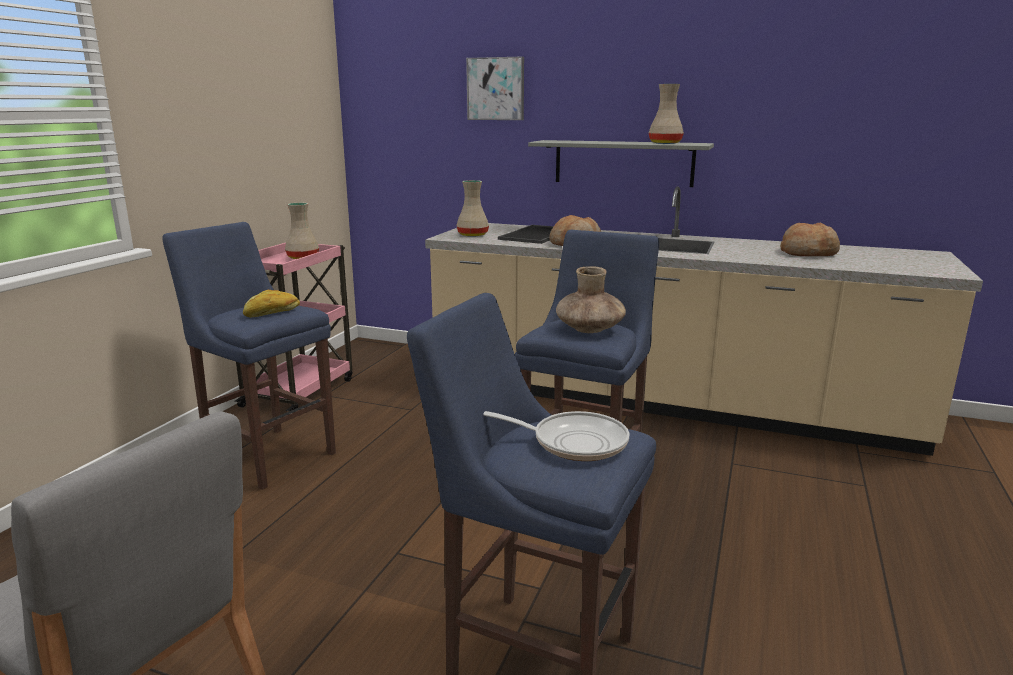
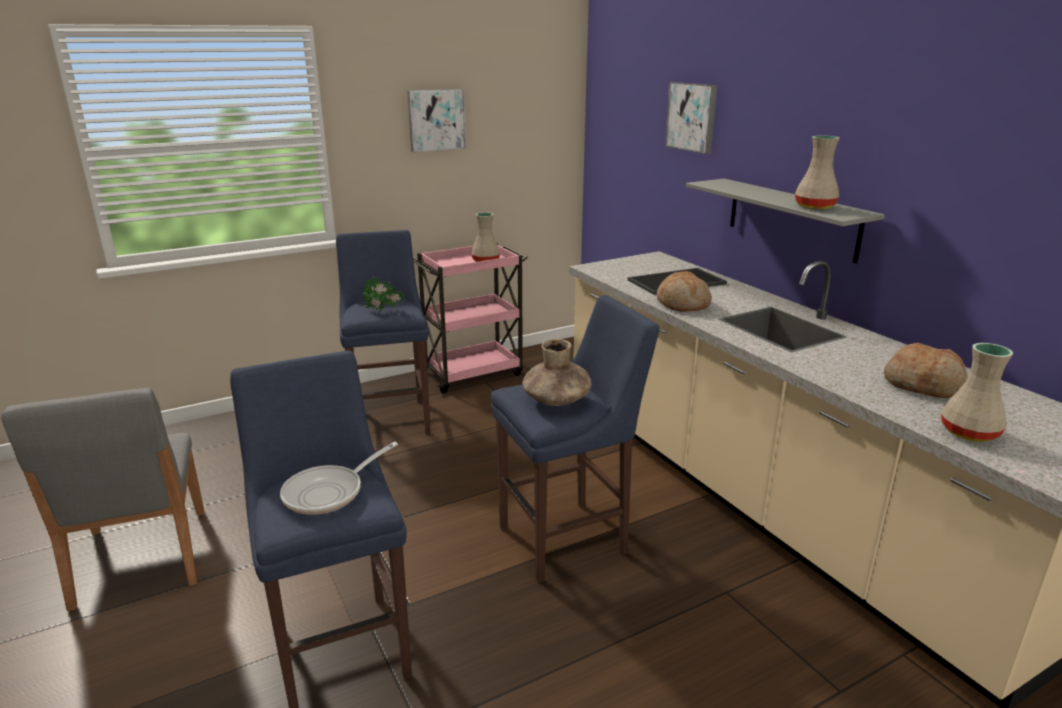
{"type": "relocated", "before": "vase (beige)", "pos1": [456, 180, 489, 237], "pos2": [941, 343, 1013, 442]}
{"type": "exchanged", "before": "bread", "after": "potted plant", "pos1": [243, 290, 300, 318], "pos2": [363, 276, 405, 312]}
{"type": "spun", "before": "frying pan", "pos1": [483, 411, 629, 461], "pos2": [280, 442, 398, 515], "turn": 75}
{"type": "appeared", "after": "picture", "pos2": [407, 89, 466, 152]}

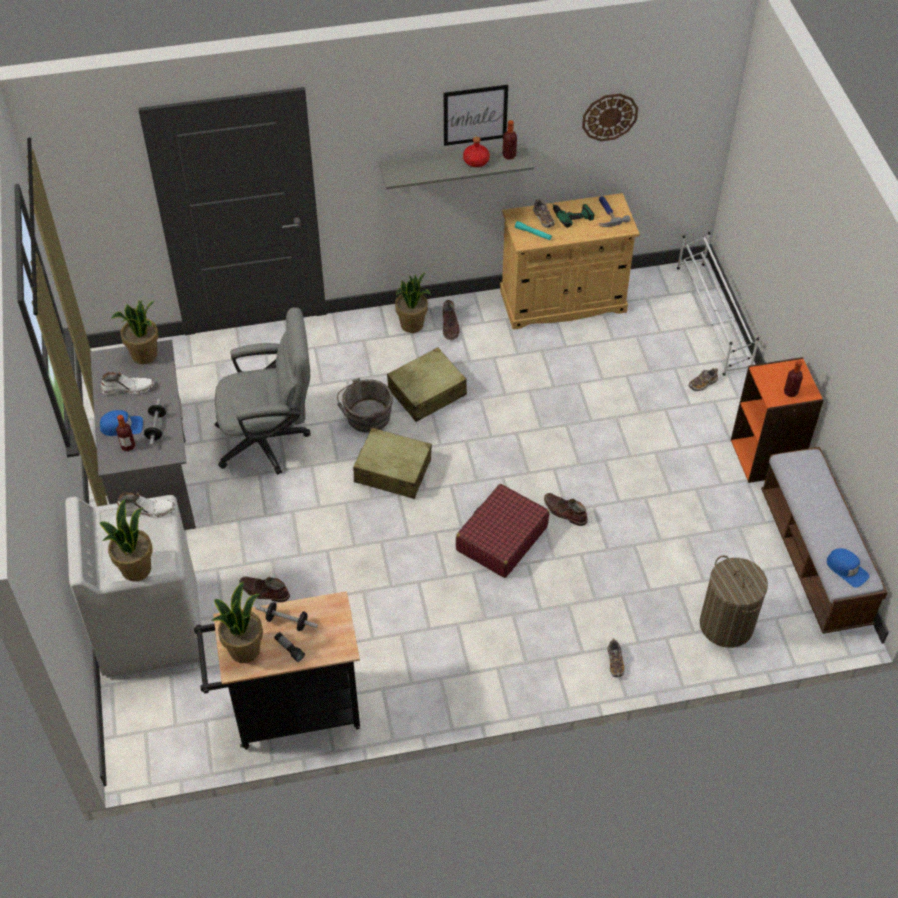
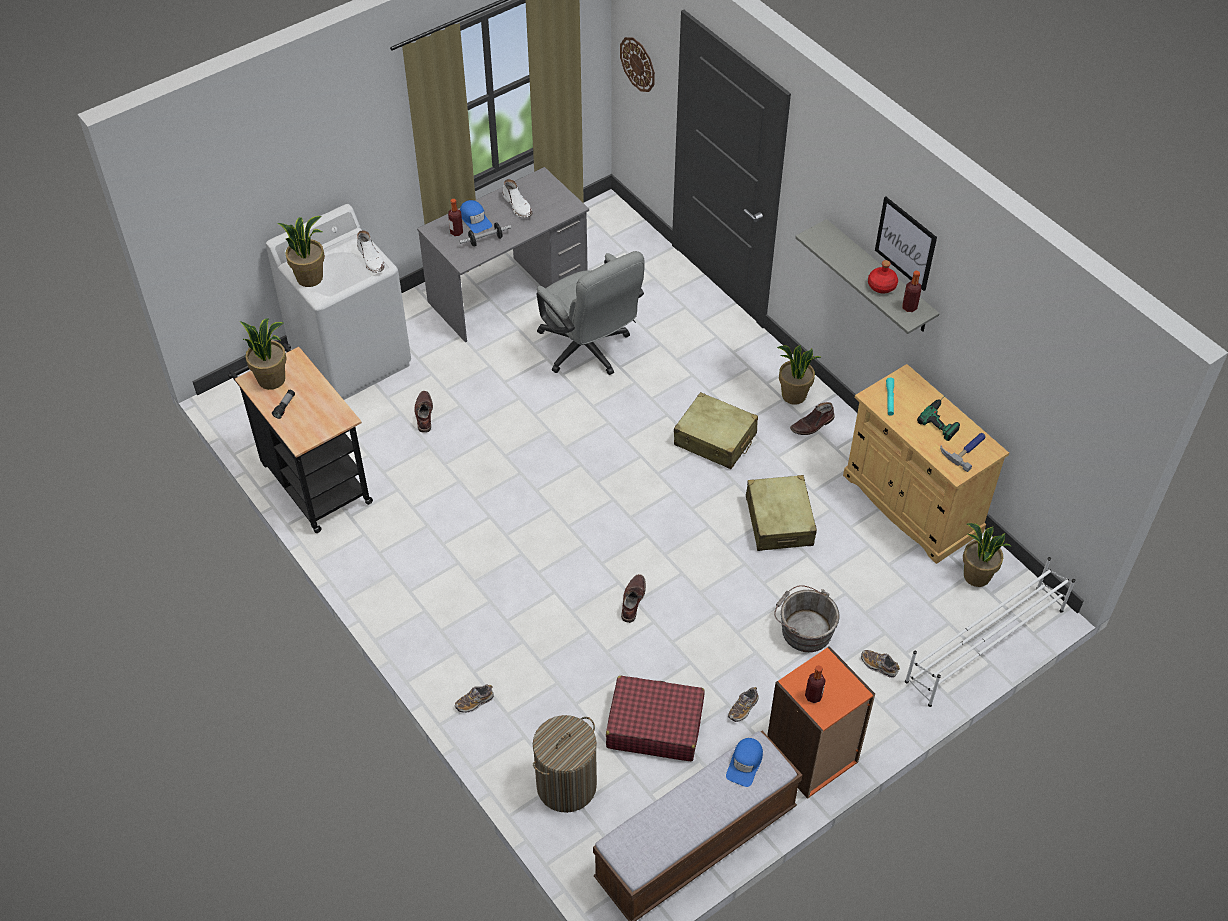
{"type": "relocated", "before": "wall clock", "pos1": [582, 94, 638, 141], "pos2": [620, 37, 655, 92]}
{"type": "relocated", "before": "shoe", "pos1": [533, 199, 555, 228], "pos2": [728, 687, 759, 722]}
{"type": "relocated", "before": "potted plant", "pos1": [111, 300, 159, 364], "pos2": [963, 523, 1012, 587]}
{"type": "relocated", "before": "bucket (grey)", "pos1": [337, 378, 393, 433], "pos2": [774, 585, 839, 652]}
{"type": "relocated", "before": "suitcase (beige)", "pos1": [353, 428, 432, 499], "pos2": [746, 475, 817, 551]}
{"type": "relocated", "before": "suitcase (red)", "pos1": [456, 484, 549, 578], "pos2": [606, 676, 705, 761]}
{"type": "relocated", "before": "cap (blue)", "pos1": [827, 548, 869, 588], "pos2": [726, 738, 763, 787]}
{"type": "missing", "before": "dumbbell", "pos1": [256, 602, 318, 631]}

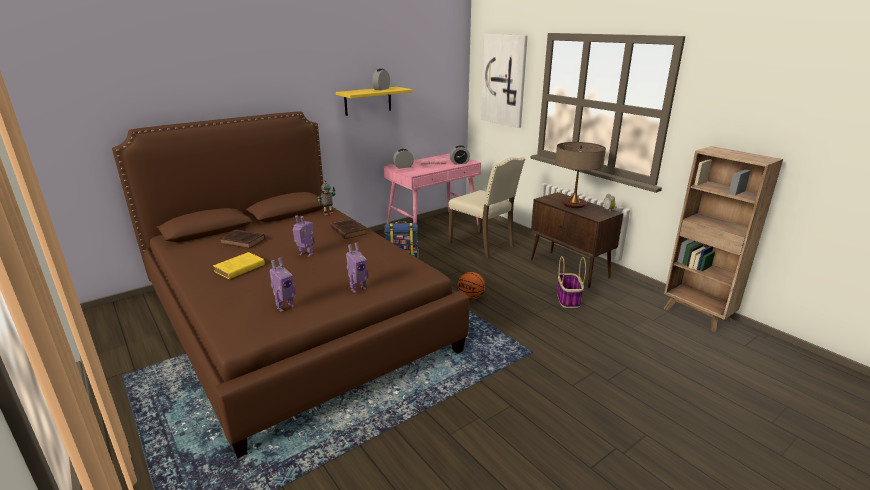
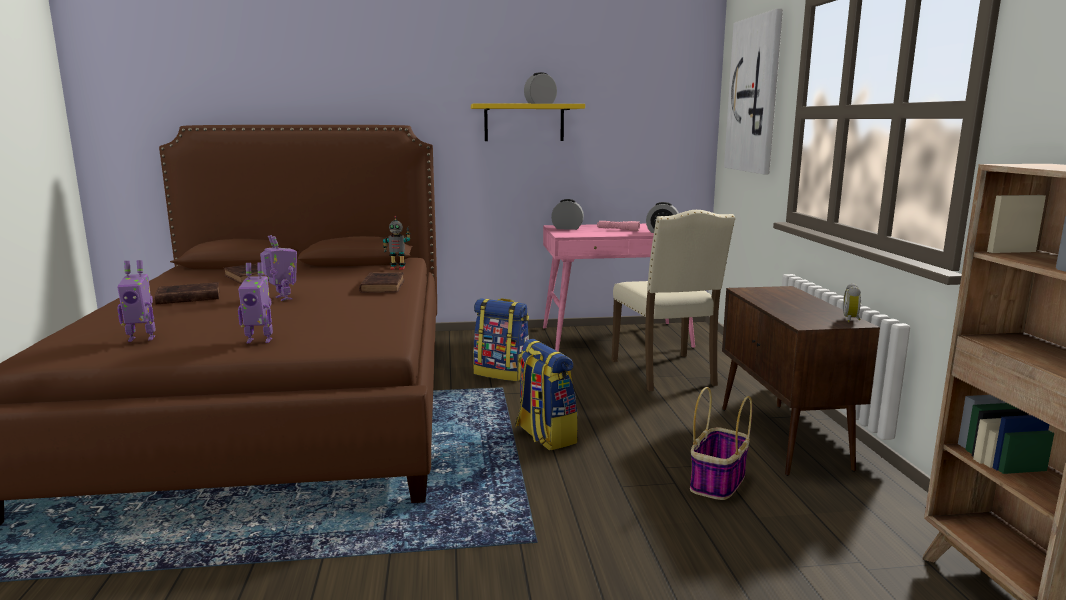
{"type": "missing", "before": "table lamp", "pos1": [555, 142, 606, 208]}
{"type": "colour", "before": "book (yellow)", "after": "book (brown)", "pos1": [213, 252, 265, 279], "pos2": [155, 282, 220, 304]}
{"type": "exchanged", "before": "basketball", "after": "backpack", "pos1": [458, 272, 485, 300], "pos2": [515, 339, 578, 450]}

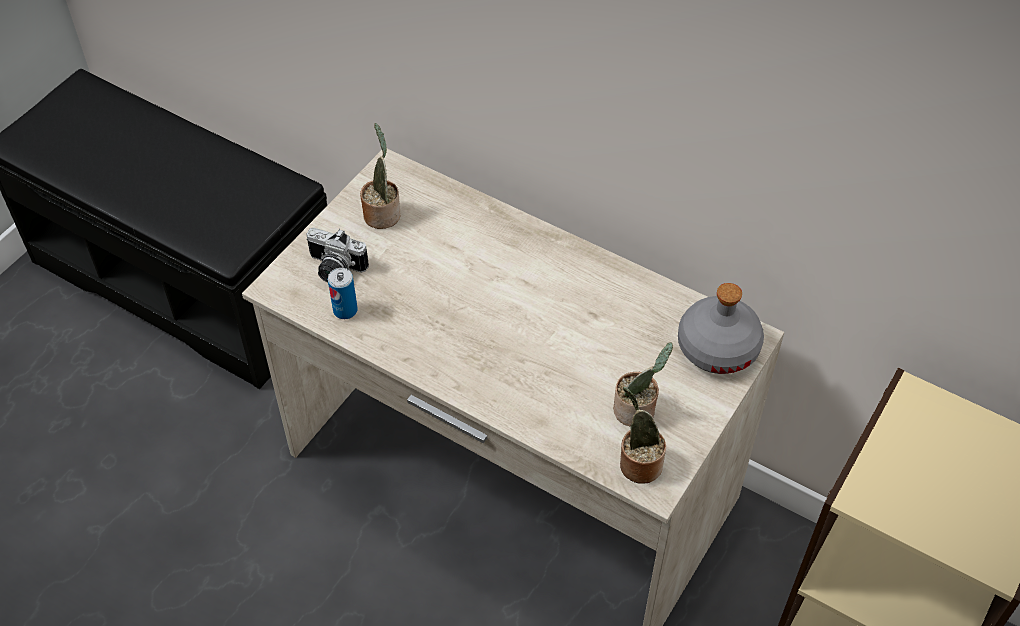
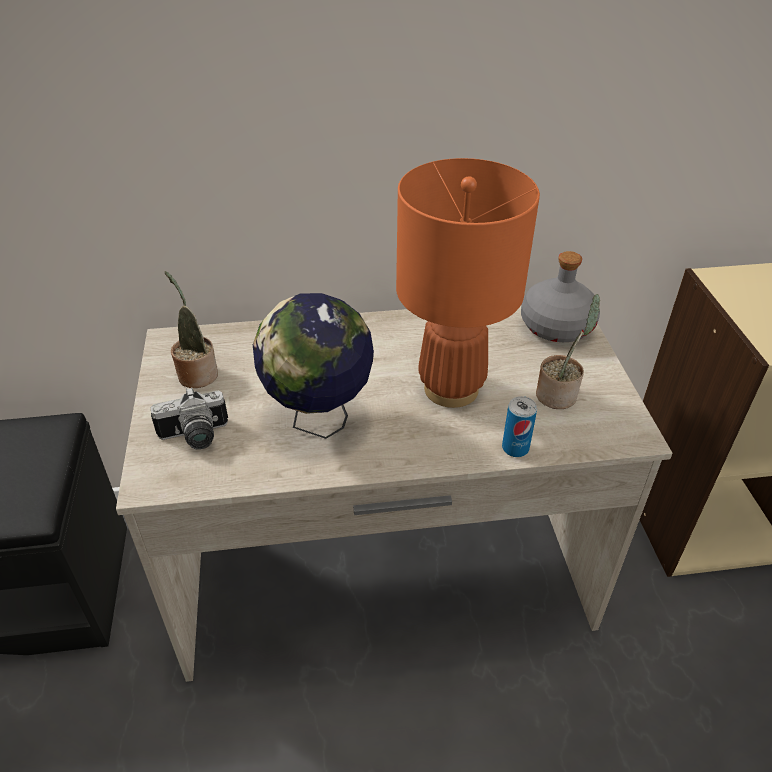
{"type": "relocated", "before": "can", "pos1": [328, 268, 358, 319], "pos2": [502, 396, 537, 457]}
{"type": "missing", "before": "potted plant", "pos1": [620, 387, 666, 484]}
{"type": "appeared", "after": "table lamp (orange)", "pos2": [396, 158, 540, 408]}
{"type": "appeared", "after": "globe", "pos2": [253, 293, 374, 439]}

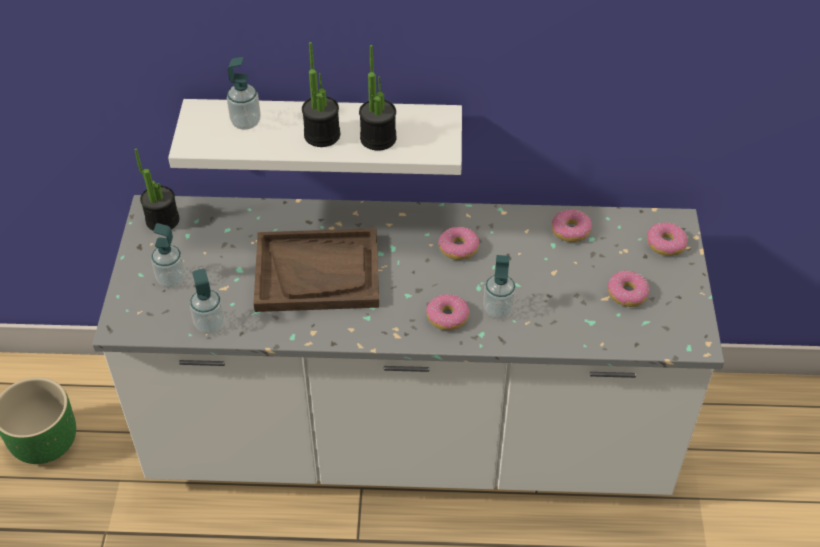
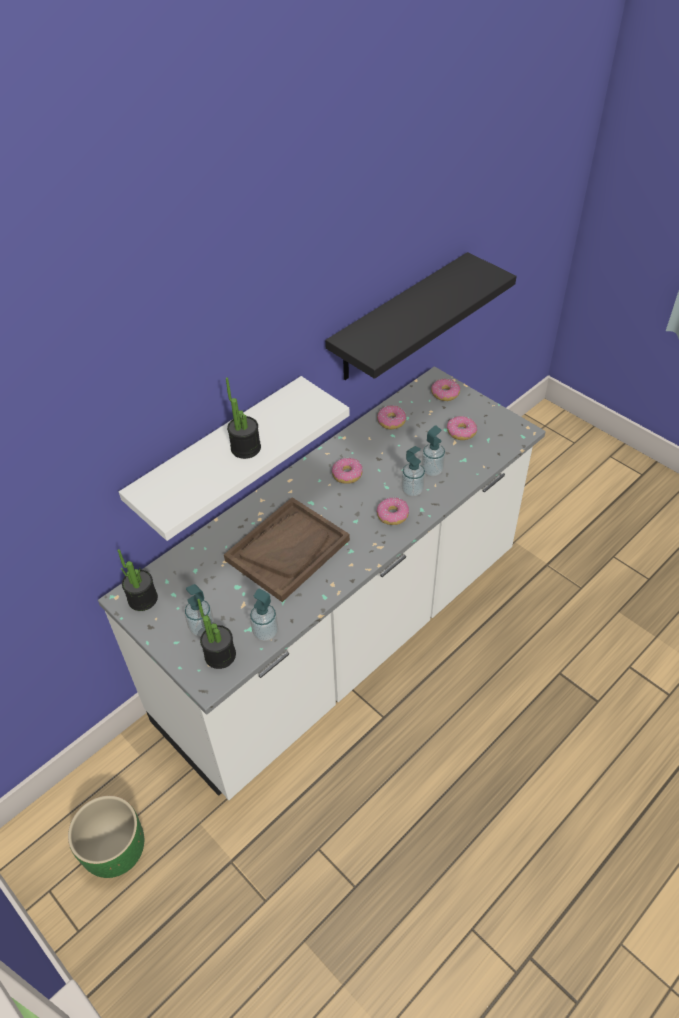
{"type": "relocated", "before": "potted plant", "pos1": [359, 45, 397, 151], "pos2": [197, 599, 236, 669]}
{"type": "relocated", "before": "soap dispenser", "pos1": [227, 57, 261, 130], "pos2": [421, 425, 445, 477]}
{"type": "appeared", "after": "shelf (black)", "pos2": [325, 252, 517, 380]}

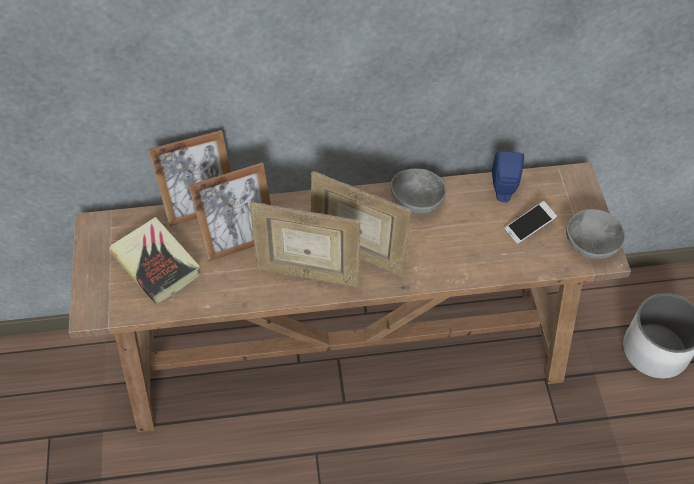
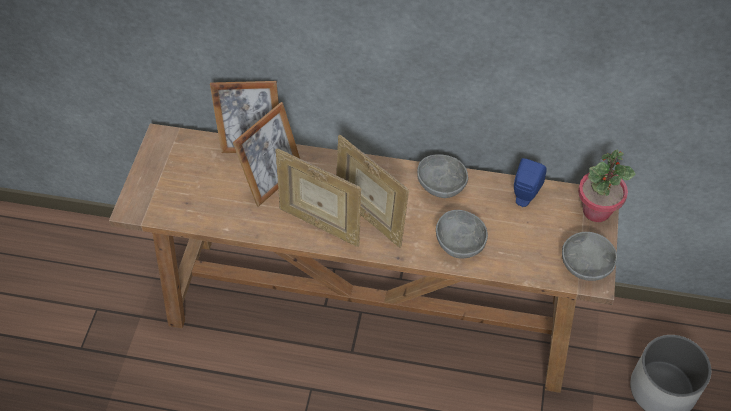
{"type": "spun", "before": "picture frame", "pos1": [189, 162, 271, 261], "pos2": [233, 102, 300, 207], "turn": -45}
{"type": "missing", "before": "phone", "pos1": [504, 201, 557, 244]}
{"type": "missing", "before": "book", "pos1": [109, 217, 200, 305]}
{"type": "appeared", "after": "potted plant", "pos2": [578, 149, 635, 222]}
{"type": "appeared", "after": "bowl (grey)", "pos2": [436, 210, 488, 259]}

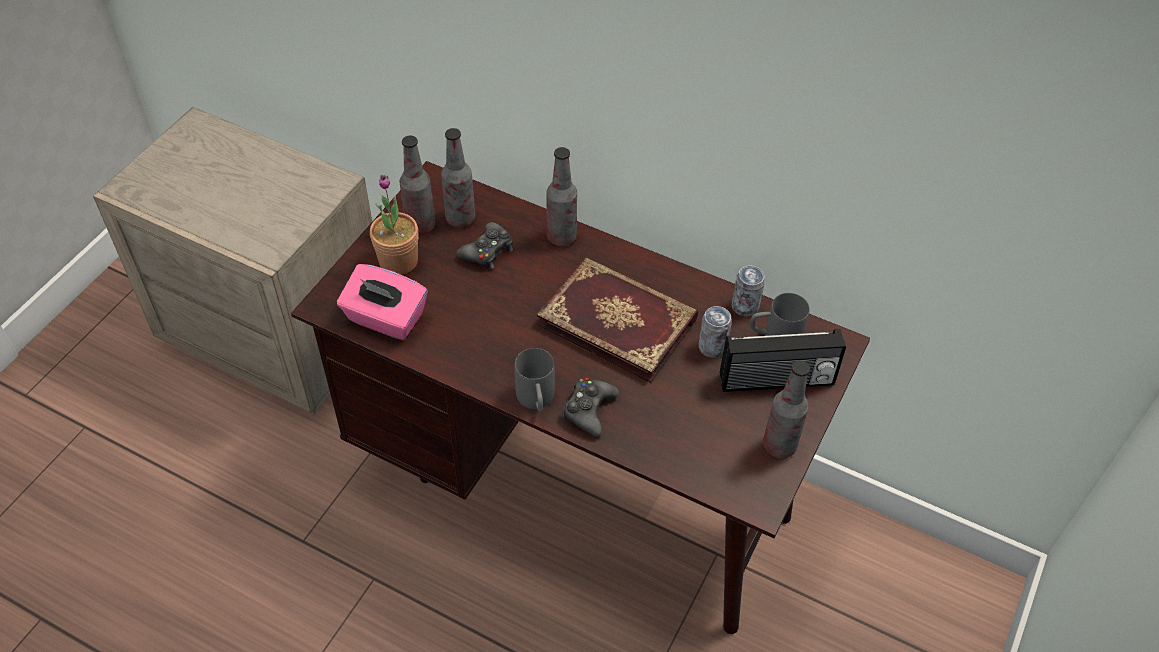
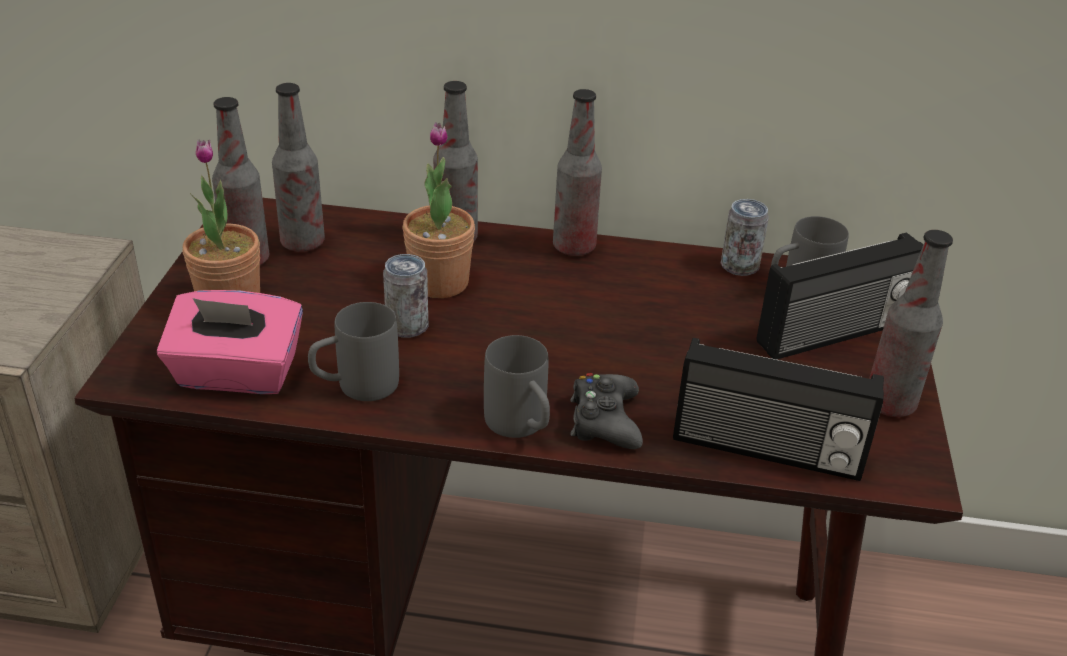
{"type": "missing", "before": "game controller (black)", "pos1": [456, 222, 513, 269]}
{"type": "missing", "before": "book", "pos1": [537, 257, 698, 383]}
{"type": "relocated", "before": "can", "pos1": [698, 306, 732, 358], "pos2": [383, 254, 428, 338]}
{"type": "appeared", "after": "bottle", "pos2": [553, 89, 602, 256]}
{"type": "appeared", "after": "potted plant", "pos2": [403, 122, 475, 298]}
{"type": "appeared", "after": "mug (grey)", "pos2": [308, 302, 399, 401]}
{"type": "appeared", "after": "radio", "pos2": [673, 338, 884, 481]}

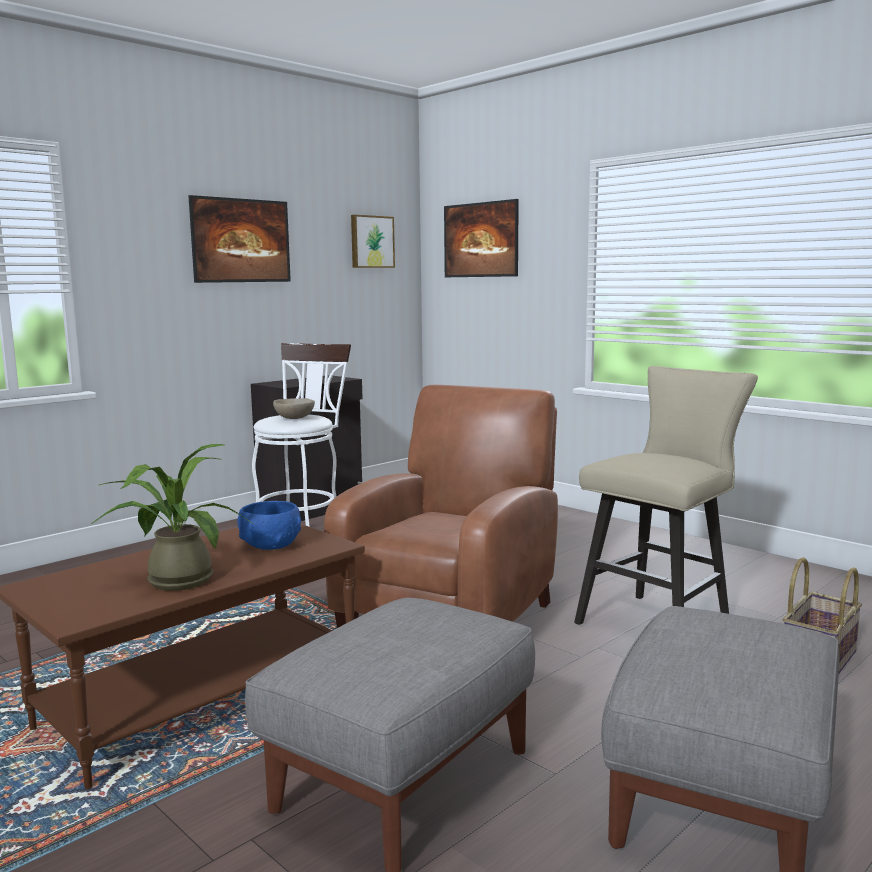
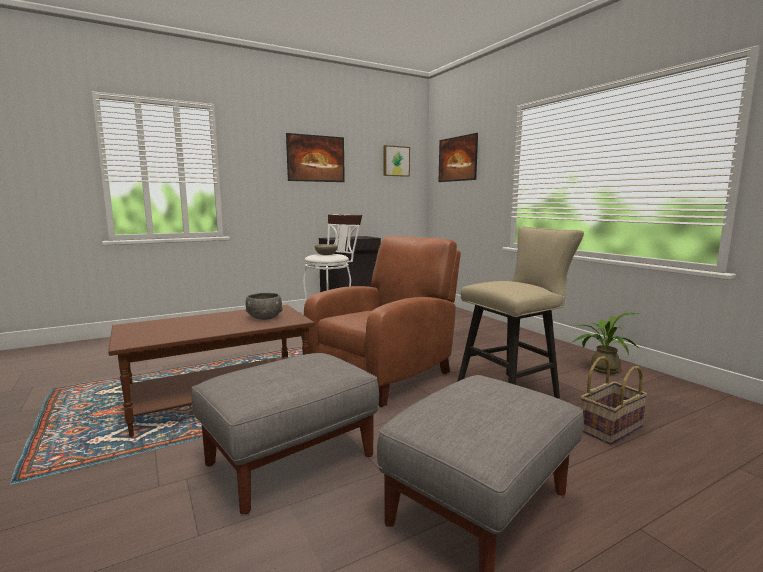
{"type": "relocated", "before": "potted plant", "pos1": [91, 444, 253, 591], "pos2": [568, 313, 639, 374]}
{"type": "colour", "before": "bowl (blue)", "after": "bowl (grey)", "pos1": [237, 501, 301, 550], "pos2": [246, 293, 283, 320]}

